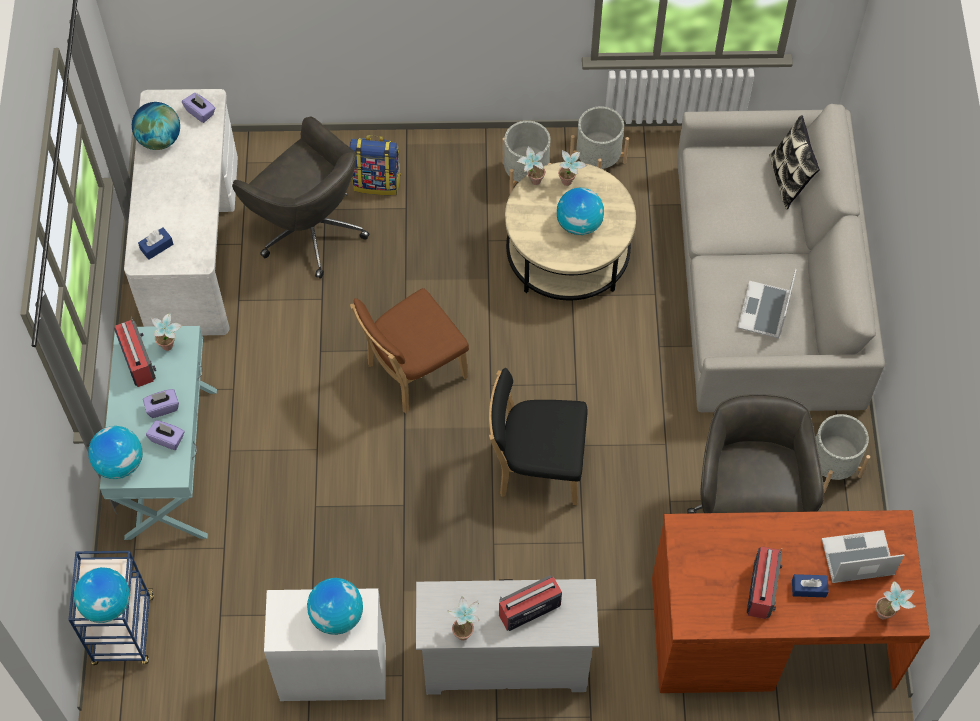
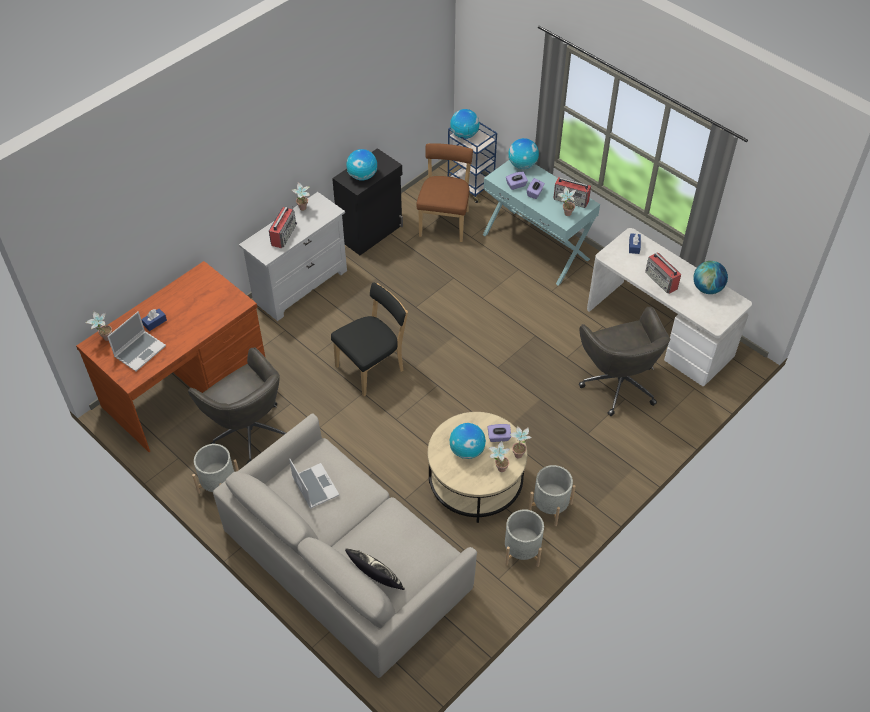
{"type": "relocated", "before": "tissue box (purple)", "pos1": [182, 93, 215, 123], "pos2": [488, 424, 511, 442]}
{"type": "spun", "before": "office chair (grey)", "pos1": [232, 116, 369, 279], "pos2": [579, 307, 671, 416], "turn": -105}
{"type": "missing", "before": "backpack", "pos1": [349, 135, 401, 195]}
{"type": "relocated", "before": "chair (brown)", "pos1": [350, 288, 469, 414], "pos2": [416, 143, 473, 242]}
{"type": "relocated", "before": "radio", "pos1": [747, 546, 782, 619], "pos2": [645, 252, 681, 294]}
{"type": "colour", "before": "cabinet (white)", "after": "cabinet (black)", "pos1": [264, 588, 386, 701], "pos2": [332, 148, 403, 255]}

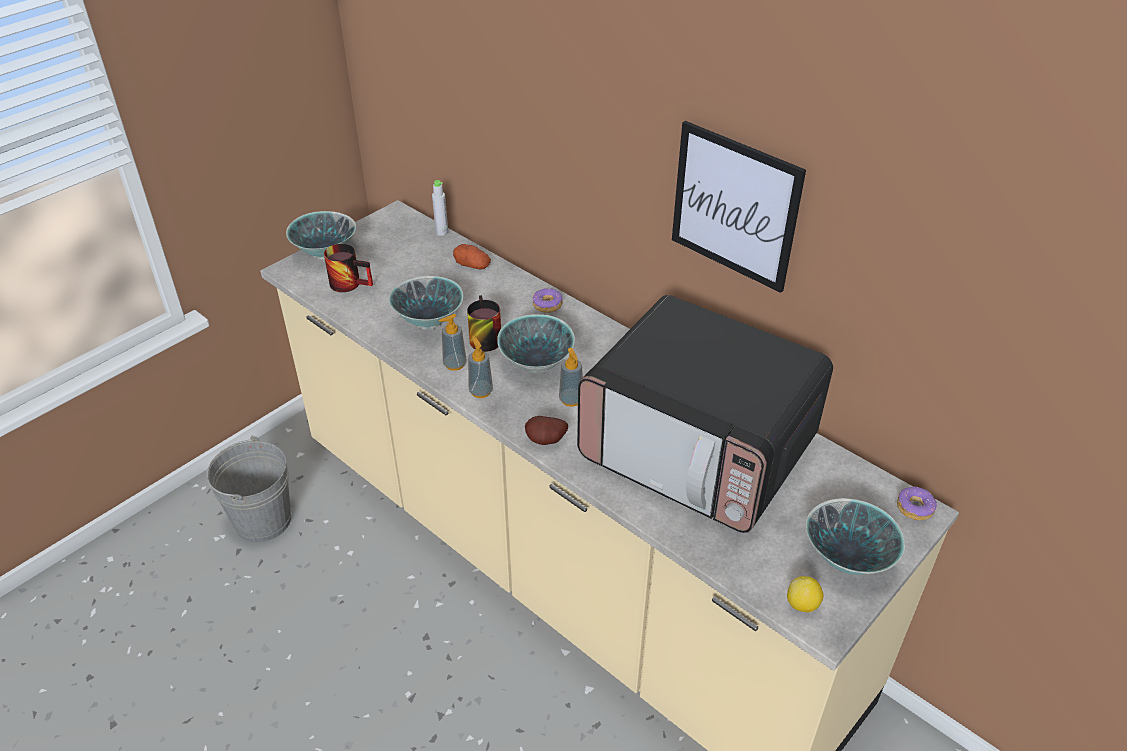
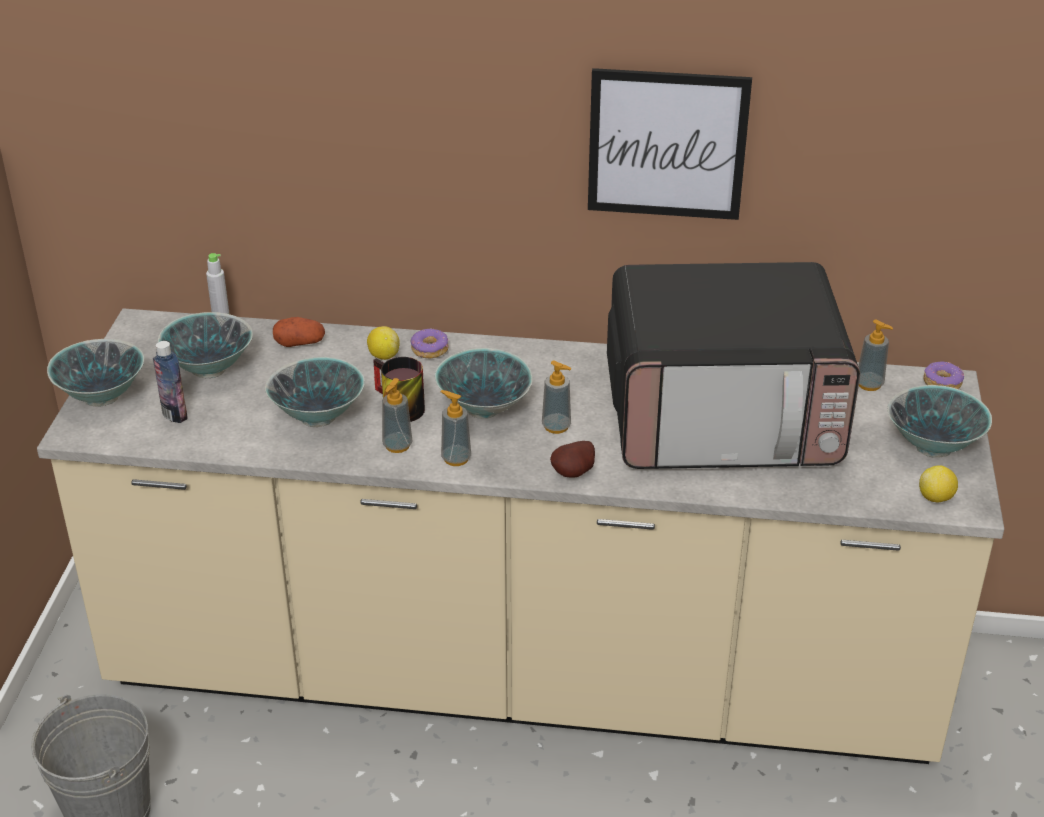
{"type": "exchanged", "before": "mug", "after": "bottle", "pos1": [324, 244, 373, 292], "pos2": [153, 341, 188, 423]}
{"type": "appeared", "after": "bowl", "pos2": [158, 312, 253, 378]}
{"type": "appeared", "after": "soap dispenser", "pos2": [858, 319, 893, 391]}
{"type": "appeared", "after": "lemon", "pos2": [367, 326, 400, 360]}

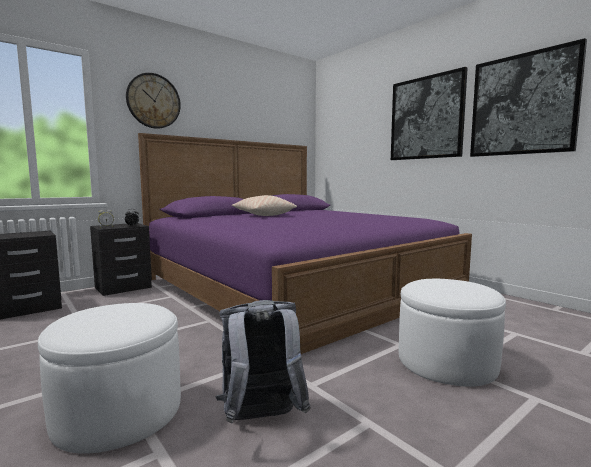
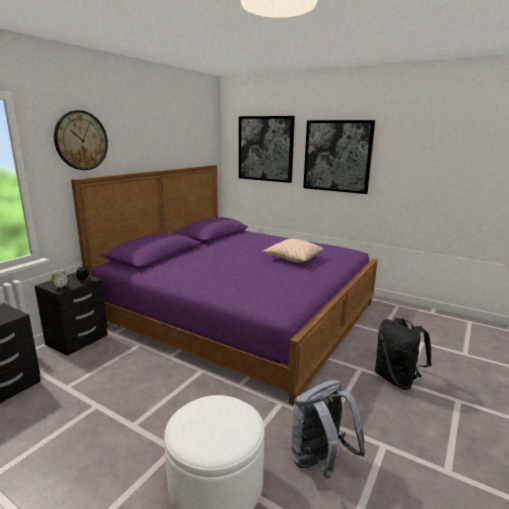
{"type": "relocated", "before": "picture", "pos1": [470, 38, 587, 157], "pos2": [239, 116, 295, 183]}
{"type": "relocated", "before": "pillow (beige)", "pos1": [232, 195, 297, 216], "pos2": [263, 239, 323, 262]}
{"type": "exchanged", "before": "ottoman (white)", "after": "backpack (black)", "pos1": [399, 279, 506, 387], "pos2": [375, 318, 432, 390]}

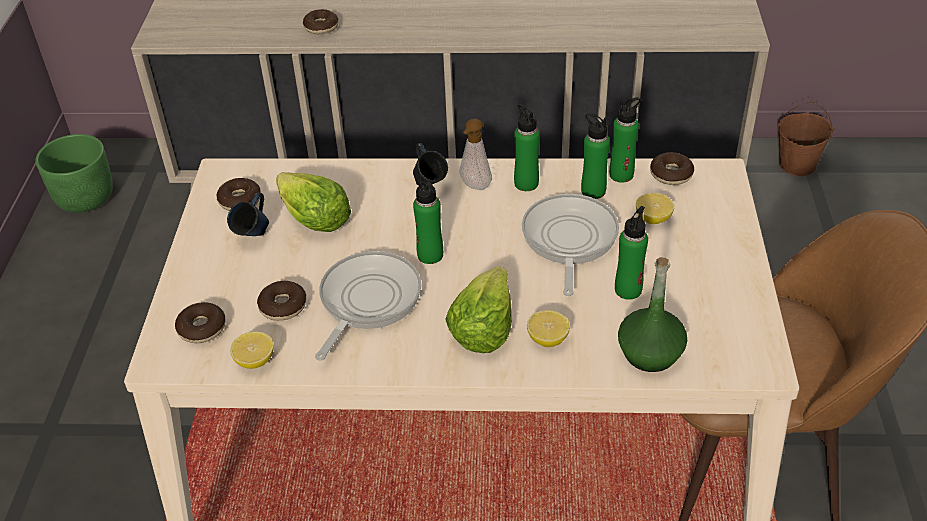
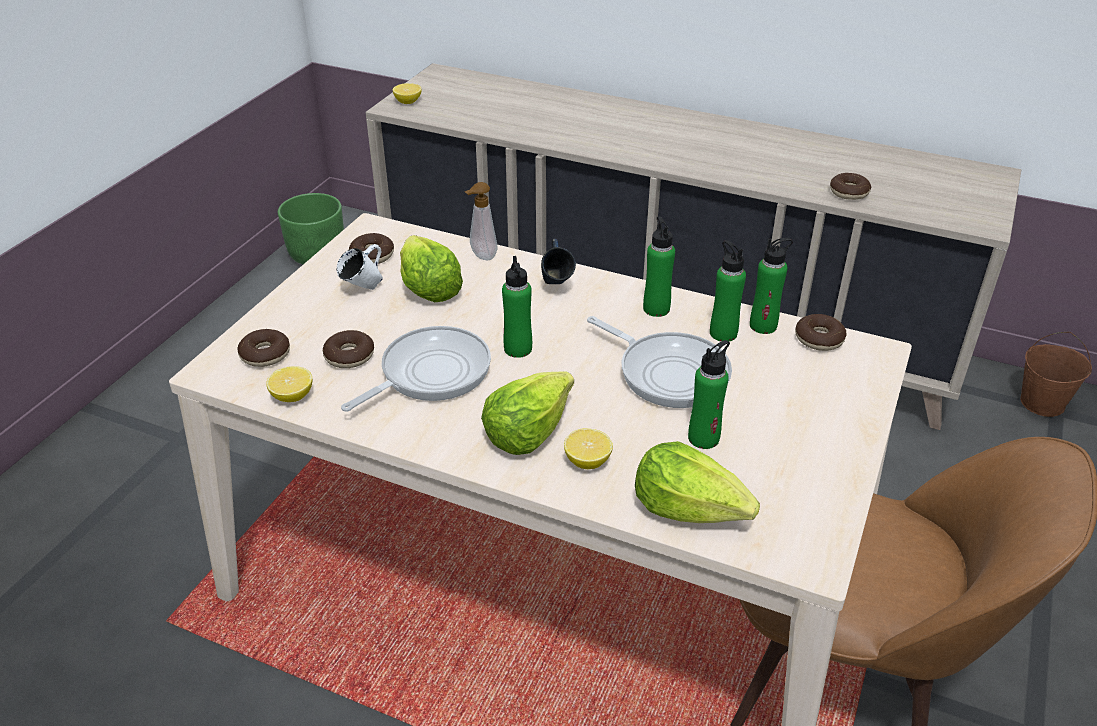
{"type": "relocated", "before": "donut", "pos1": [303, 9, 338, 34], "pos2": [830, 173, 871, 200]}
{"type": "relocated", "before": "soap dispenser", "pos1": [460, 118, 492, 190], "pos2": [464, 182, 497, 260]}
{"type": "colour", "before": "mug (blue)", "after": "mug (white)", "pos1": [227, 192, 269, 236], "pos2": [337, 244, 383, 290]}
{"type": "relocated", "before": "lemon", "pos1": [636, 193, 674, 224], "pos2": [393, 83, 422, 104]}
{"type": "spun", "before": "frying pan", "pos1": [522, 194, 619, 296], "pos2": [587, 316, 732, 408], "turn": 105}
{"type": "exchanged", "before": "bottle (green)", "after": "lettuce", "pos1": [618, 257, 687, 372], "pos2": [635, 441, 760, 523]}

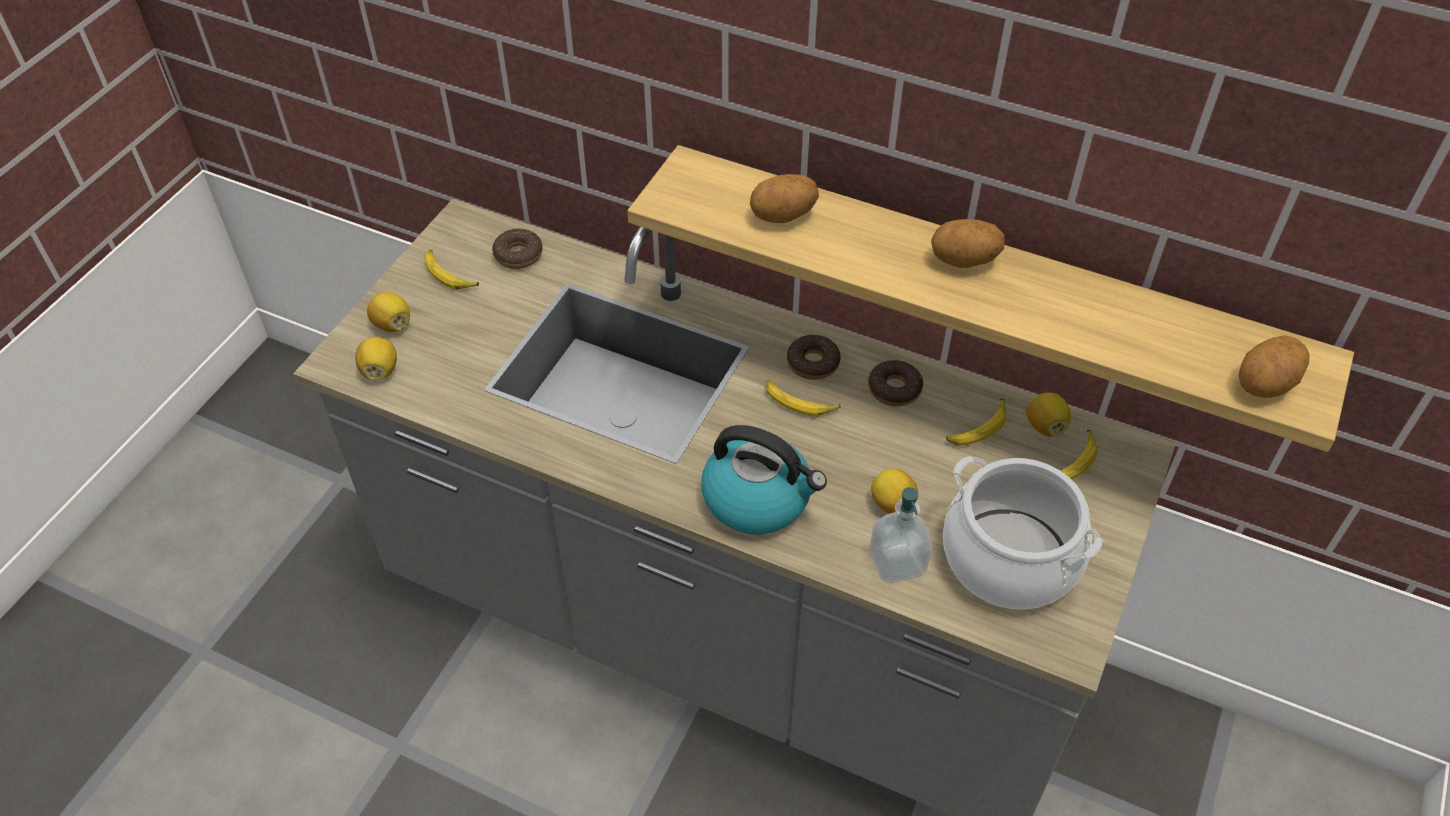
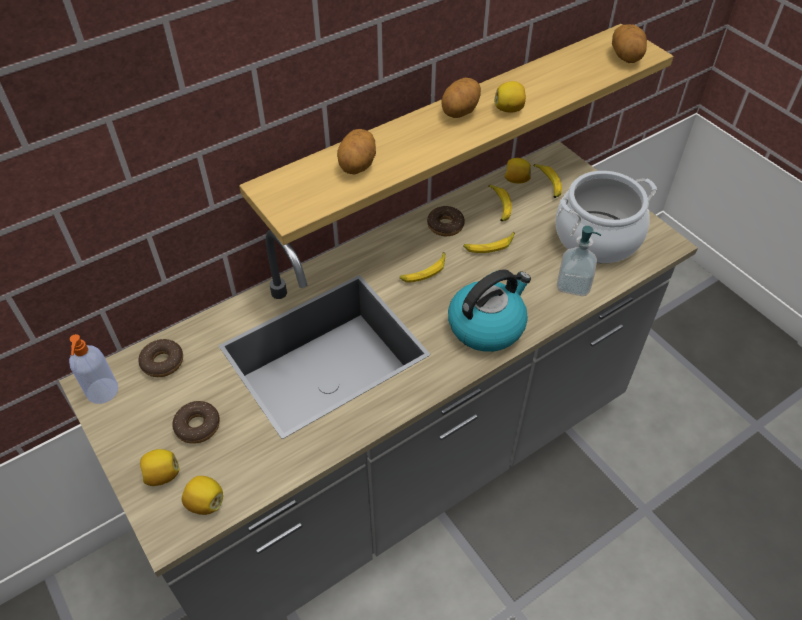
{"type": "relocated", "before": "banana", "pos1": [424, 250, 479, 290], "pos2": [464, 232, 515, 253]}
{"type": "relocated", "before": "donut", "pos1": [787, 335, 841, 380], "pos2": [173, 401, 220, 444]}
{"type": "relocated", "before": "lemon", "pos1": [871, 469, 918, 514], "pos2": [494, 81, 526, 112]}
{"type": "appeared", "after": "soap dispenser", "pos2": [69, 334, 118, 404]}

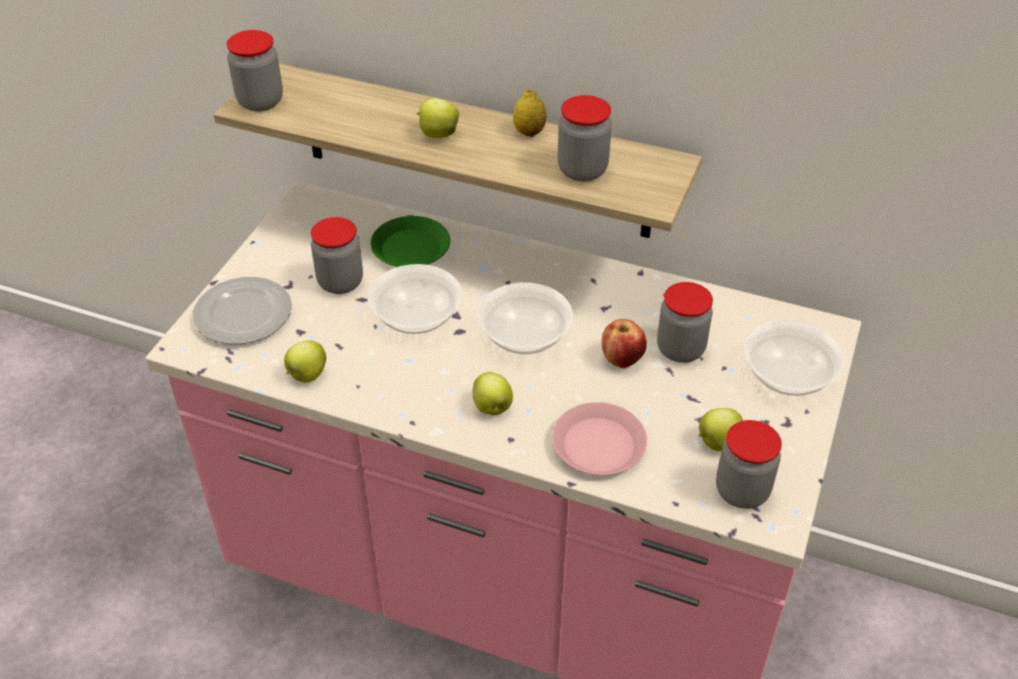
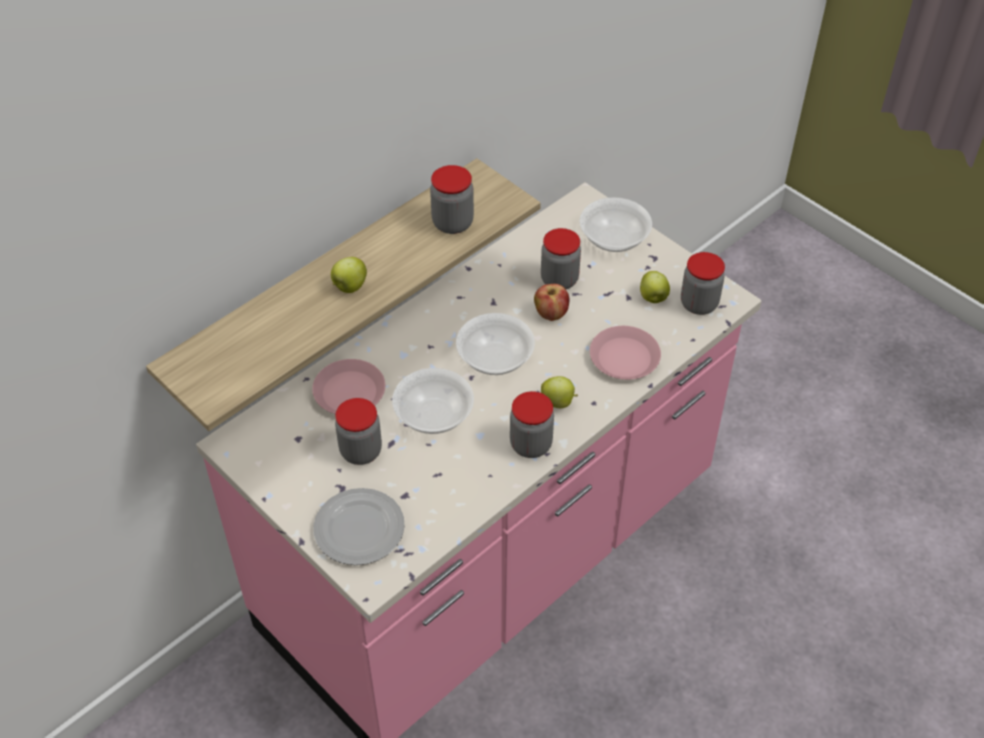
{"type": "relocated", "before": "jar", "pos1": [227, 30, 283, 111], "pos2": [510, 391, 554, 458]}
{"type": "missing", "before": "lemon", "pos1": [513, 89, 546, 137]}
{"type": "colour", "before": "plate (green)", "after": "plate (pink)", "pos1": [370, 216, 450, 267], "pos2": [312, 359, 385, 414]}
{"type": "missing", "before": "apple", "pos1": [284, 340, 326, 382]}

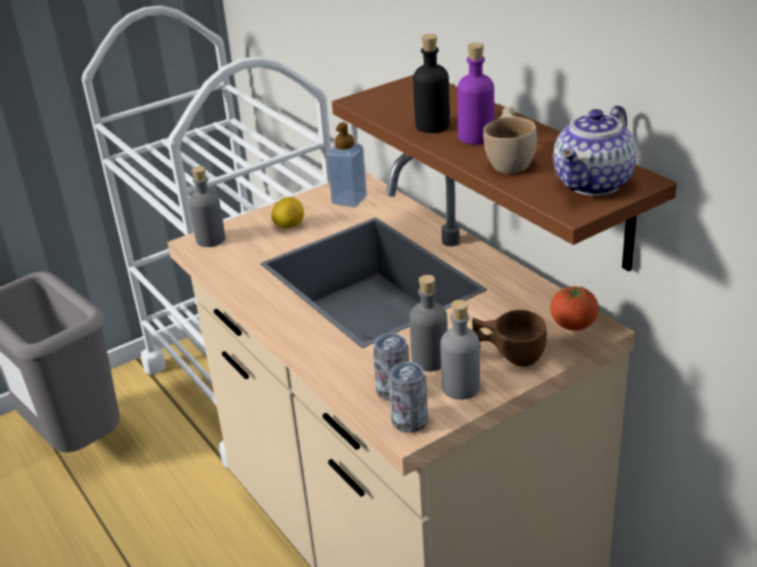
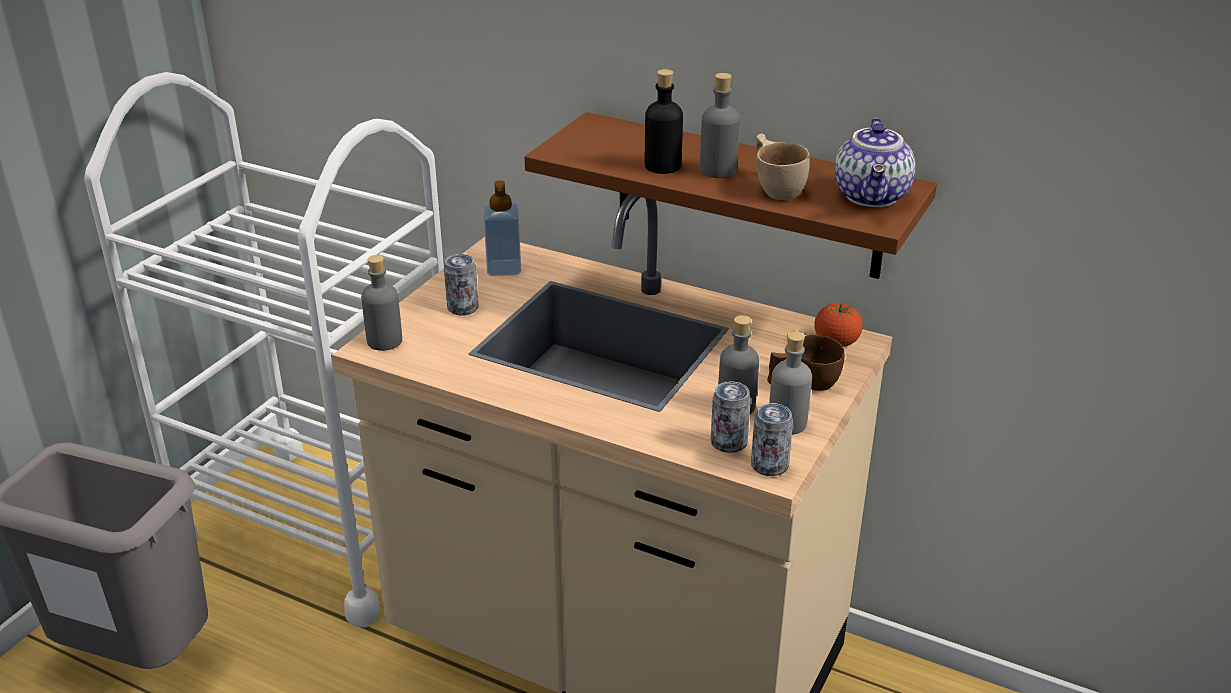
{"type": "colour", "before": "bottle (purple)", "after": "bottle (grey)", "pos1": [457, 43, 494, 145], "pos2": [700, 73, 740, 178]}
{"type": "exchanged", "before": "lemon", "after": "can", "pos1": [271, 197, 304, 228], "pos2": [444, 254, 479, 315]}

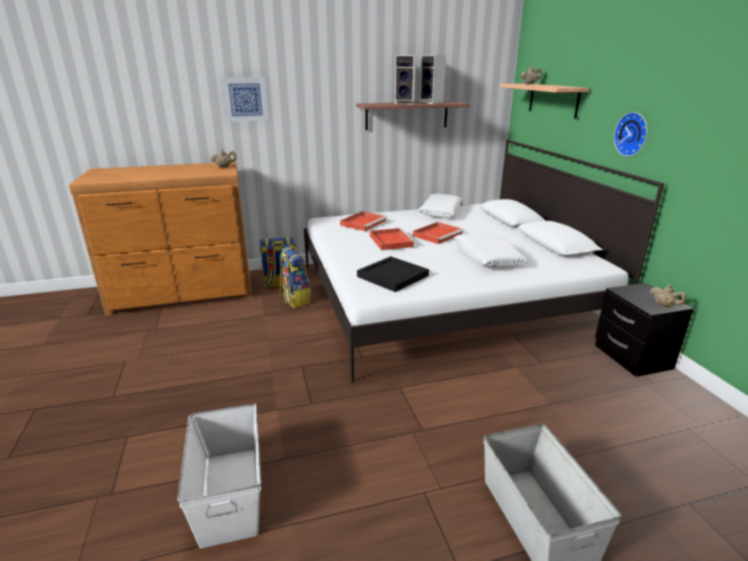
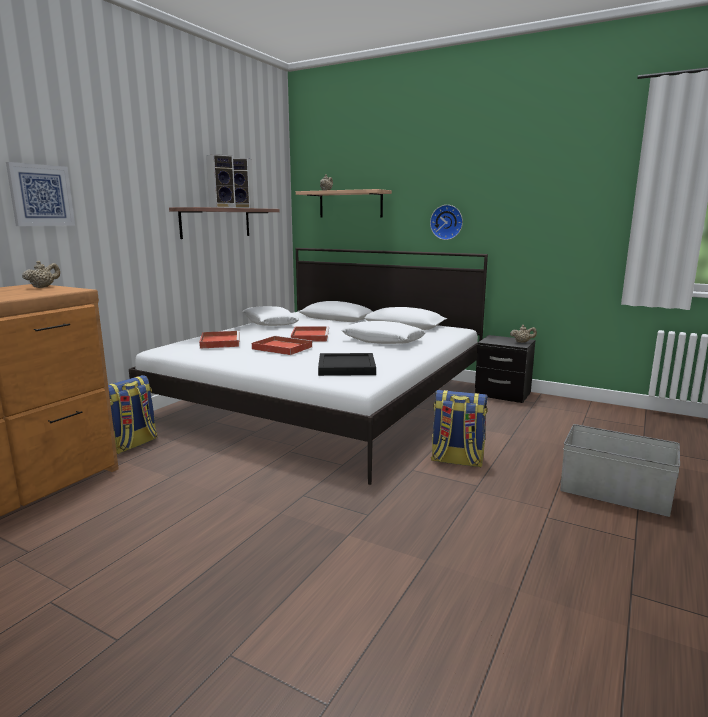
{"type": "relocated", "before": "backpack", "pos1": [279, 247, 311, 308], "pos2": [431, 390, 488, 467]}
{"type": "missing", "before": "storage box (white)", "pos1": [177, 404, 261, 549]}

